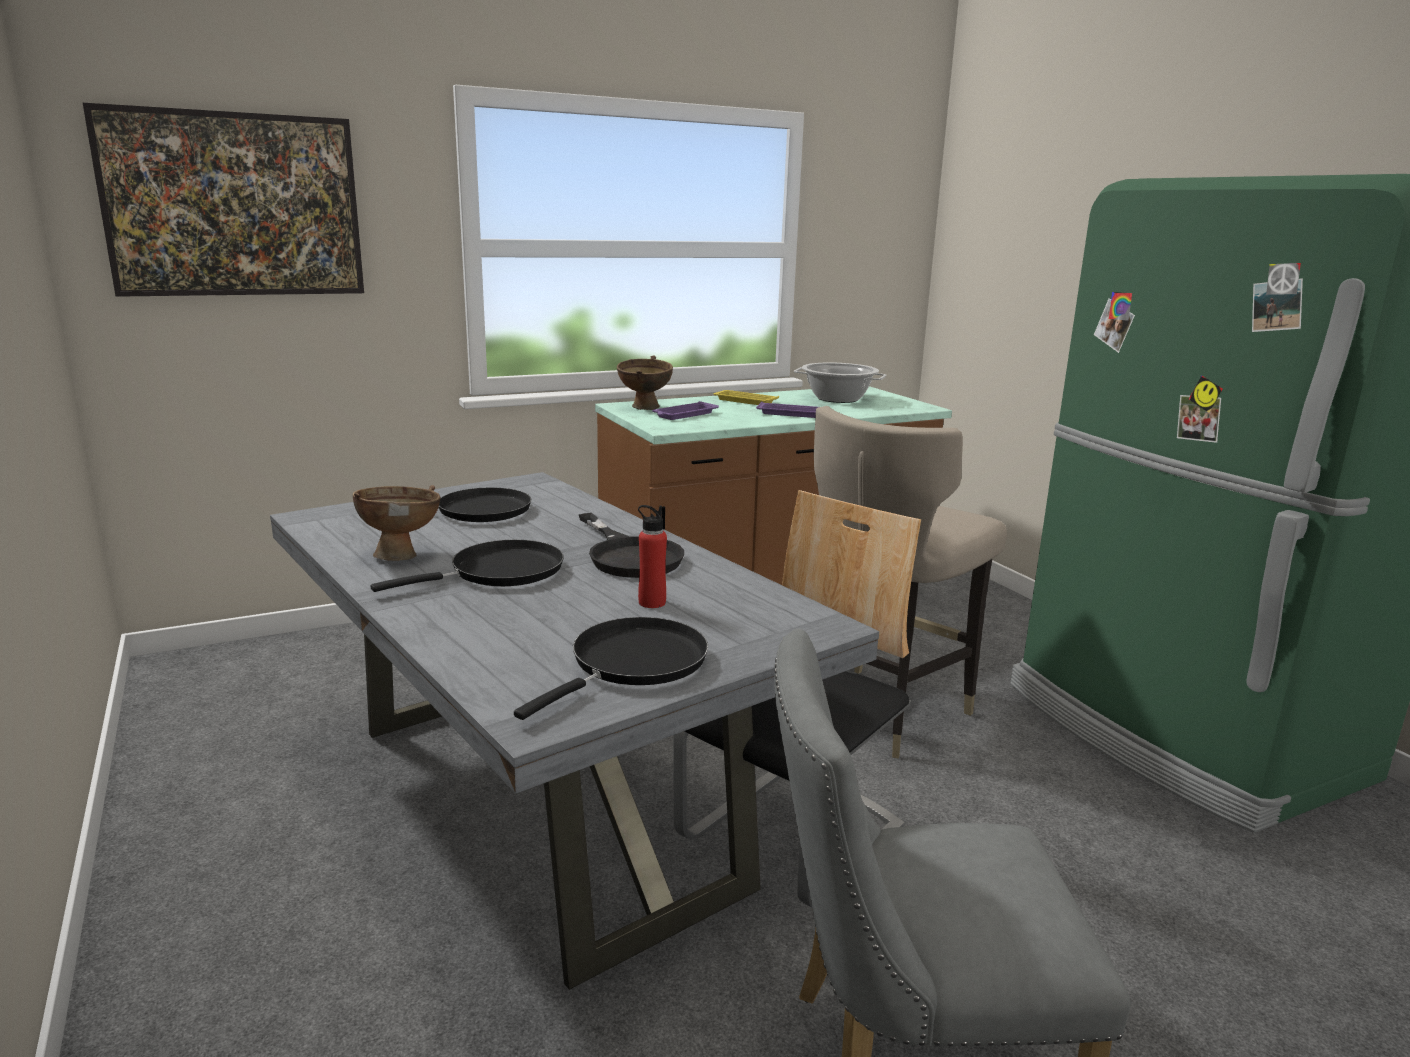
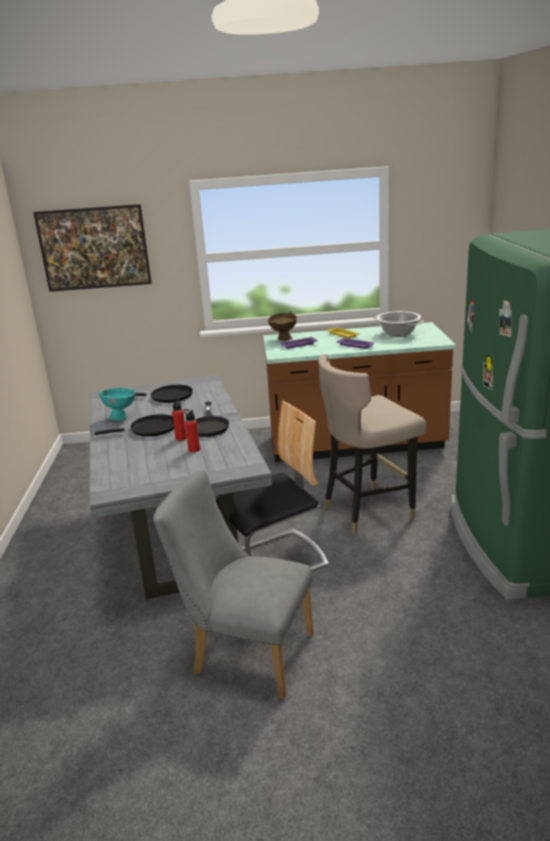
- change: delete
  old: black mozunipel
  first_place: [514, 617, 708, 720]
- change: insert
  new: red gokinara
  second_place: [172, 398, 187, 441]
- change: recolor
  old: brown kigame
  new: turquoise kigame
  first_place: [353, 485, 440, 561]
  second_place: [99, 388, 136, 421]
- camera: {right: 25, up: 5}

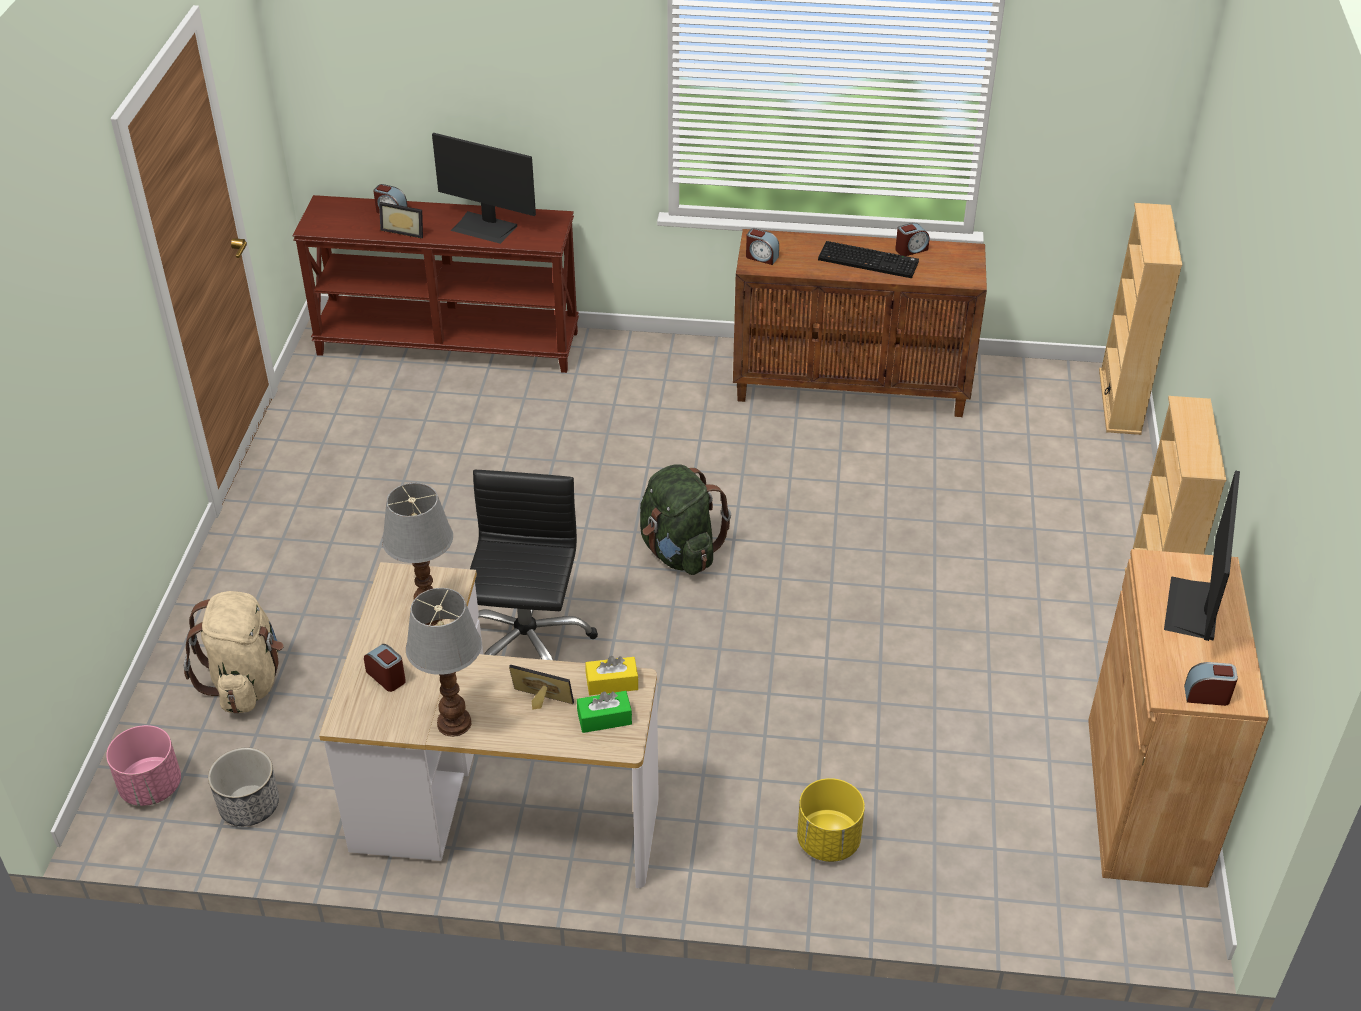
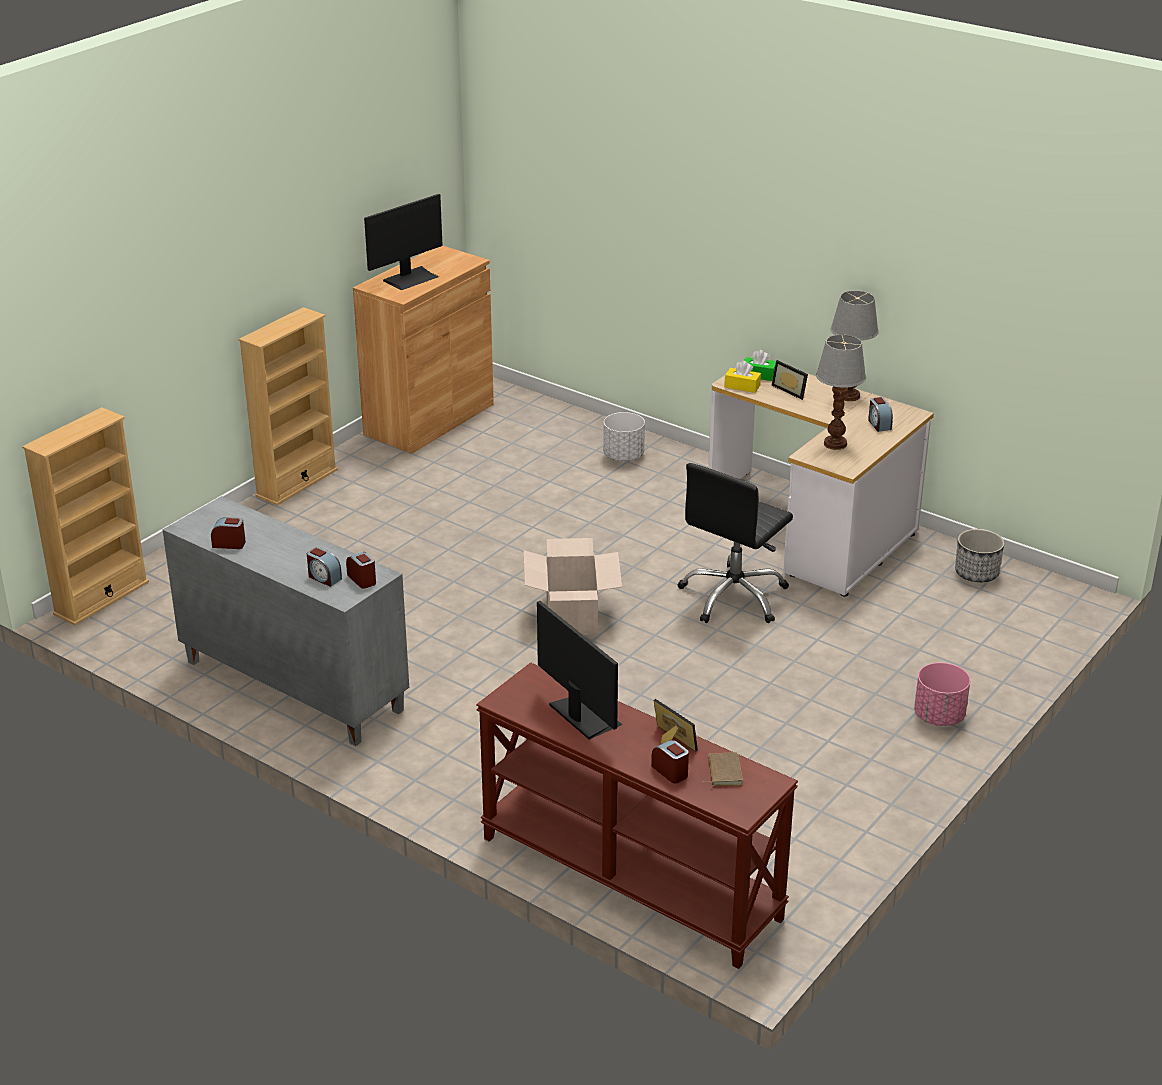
- change: delete
  old: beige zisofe
  first_place: [184, 591, 284, 714]
- change: delete
  old: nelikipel
  first_place: [818, 241, 919, 278]
- change: insert
  new: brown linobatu
  second_place: [703, 752, 743, 786]
- change: move
  old: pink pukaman
  first_place: [106, 725, 181, 806]
  second_place: [914, 663, 970, 726]
- change: move
  old: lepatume
  first_place: [1184, 662, 1238, 706]
  second_place: [307, 547, 342, 587]
- change: replace
  old: green zisofe
  new: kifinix
  first_place: [640, 464, 731, 575]
  second_place: [524, 538, 622, 634]
- change: recolor
  old: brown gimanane
  new: grey gimanane
  first_place: [733, 229, 987, 417]
  second_place: [163, 496, 409, 746]
- change: recolor
  old: yellow pukaman
  new: white pukaman
  first_place: [797, 778, 865, 862]
  second_place: [603, 412, 645, 461]
- camera: {right: -150, up: -10}

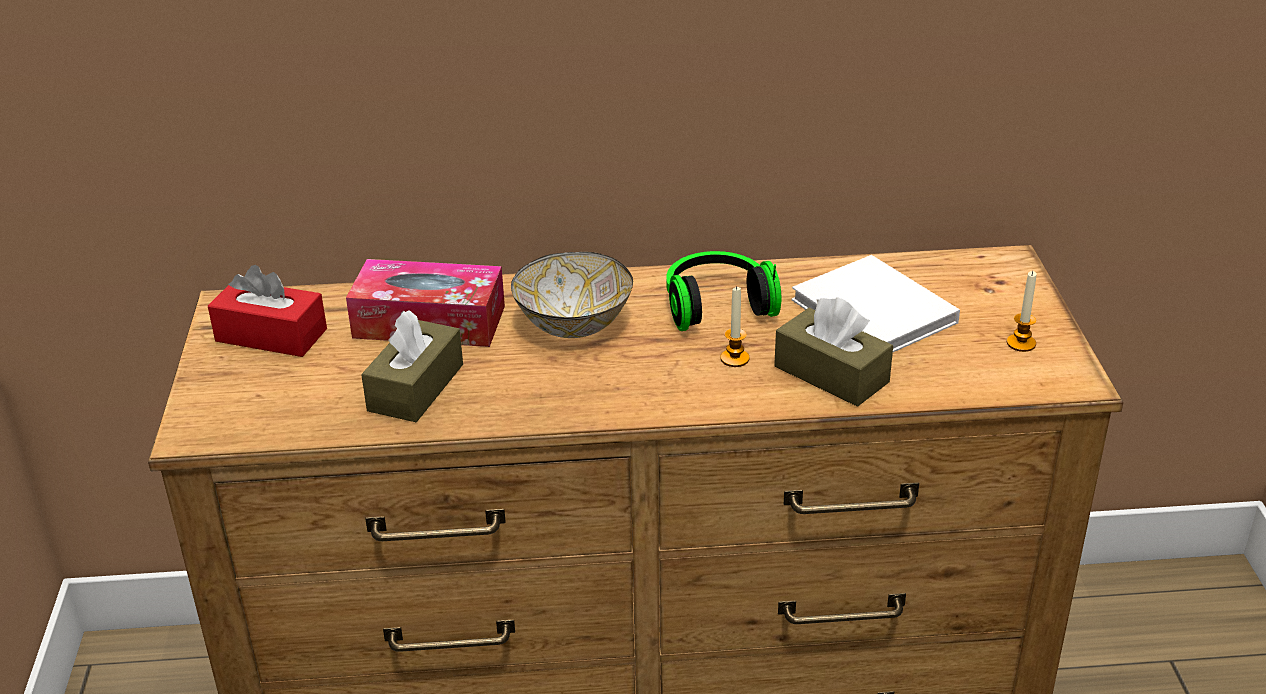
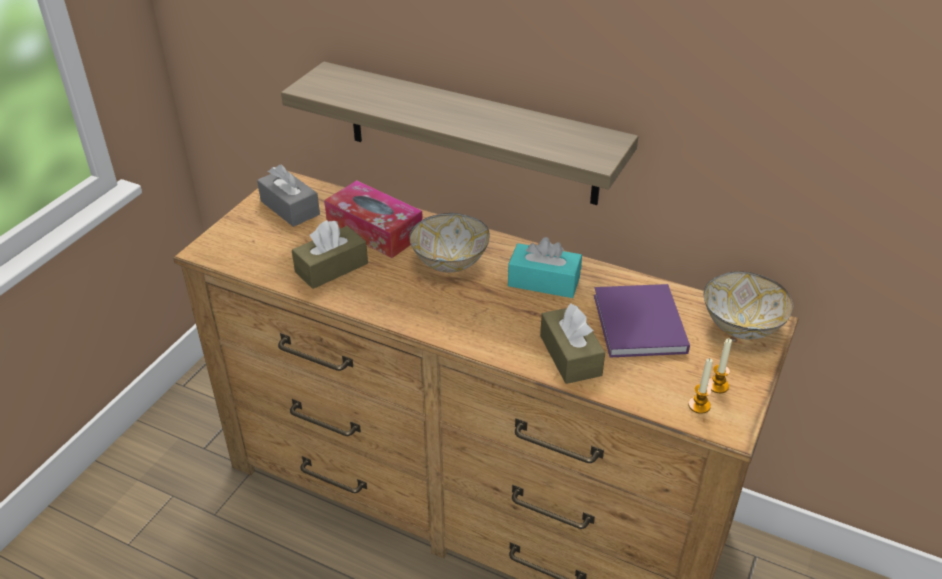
- change: insert
  new: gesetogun
  second_place: [281, 62, 638, 205]
- change: insert
  new: kigame
  second_place: [703, 271, 793, 339]
- change: move
  old: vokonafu
  first_place: [721, 286, 750, 367]
  second_place: [688, 359, 713, 414]
- change: replace
  old: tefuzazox
  new: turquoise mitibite
  first_place: [666, 251, 781, 331]
  second_place: [508, 237, 582, 298]
- change: recolor
  old: red mitibite
  new: grey mitibite
  first_place: [208, 265, 327, 357]
  second_place: [257, 164, 320, 227]
- change: recolor
  old: white linobatu
  new: purple linobatu
  first_place: [791, 255, 960, 352]
  second_place: [594, 284, 690, 358]
- camera: {right: 30, up: 5}

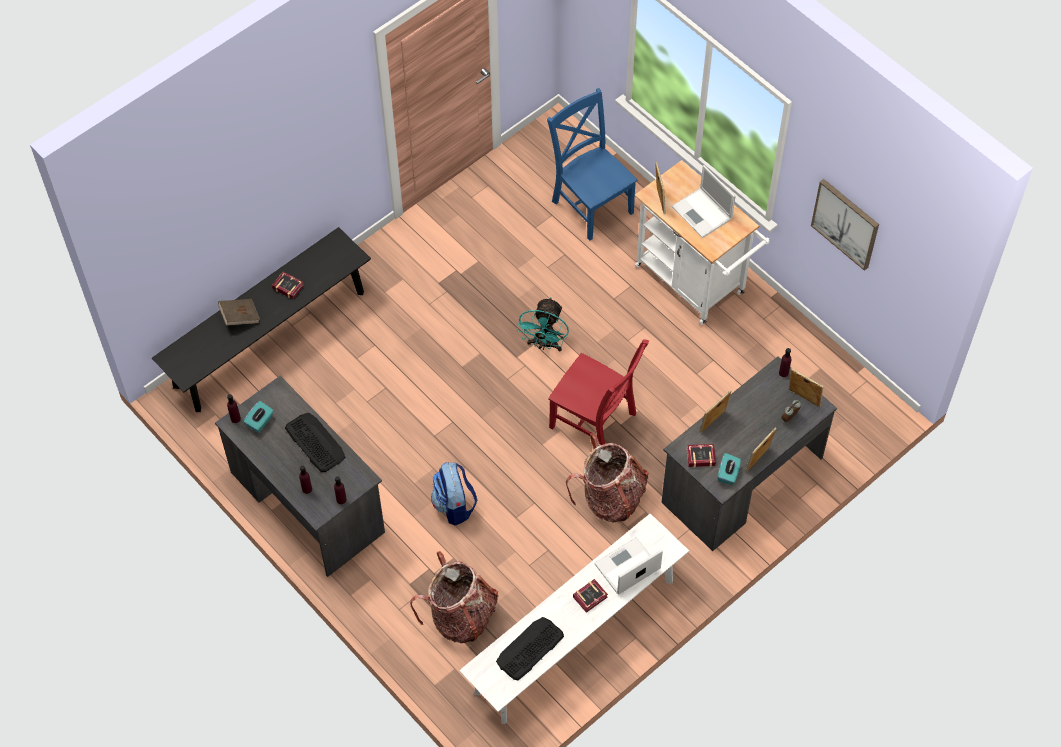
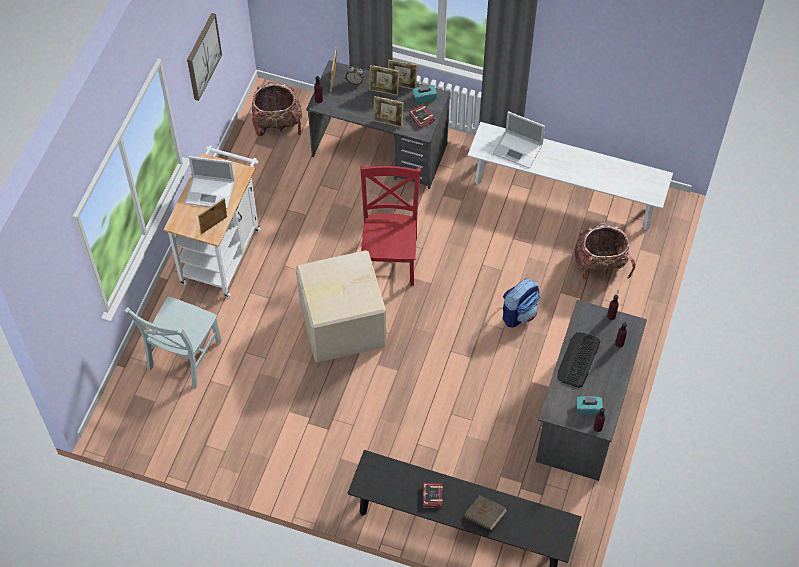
- change: delete
  old: nelikipel
  first_place: [496, 617, 564, 681]
- change: delete
  old: linobatu
  first_place: [573, 579, 608, 613]
- change: insert
  new: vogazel
  second_place: [369, 65, 399, 96]
- change: move
  old: zisofe
  first_place: [566, 433, 649, 522]
  second_place: [252, 80, 302, 136]
- change: replace
  old: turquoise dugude
  new: kifinix
  first_place: [517, 297, 569, 351]
  second_place: [296, 250, 386, 362]
- change: recolor
  old: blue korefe
  new: grey korefe
  first_place: [547, 88, 637, 241]
  second_place: [124, 296, 222, 388]
- change: rotate
  old: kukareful
  first_place: [672, 165, 736, 238]
  second_place: [185, 156, 235, 209]
  degrees: 75
- camera: {right: -120, up: 0}

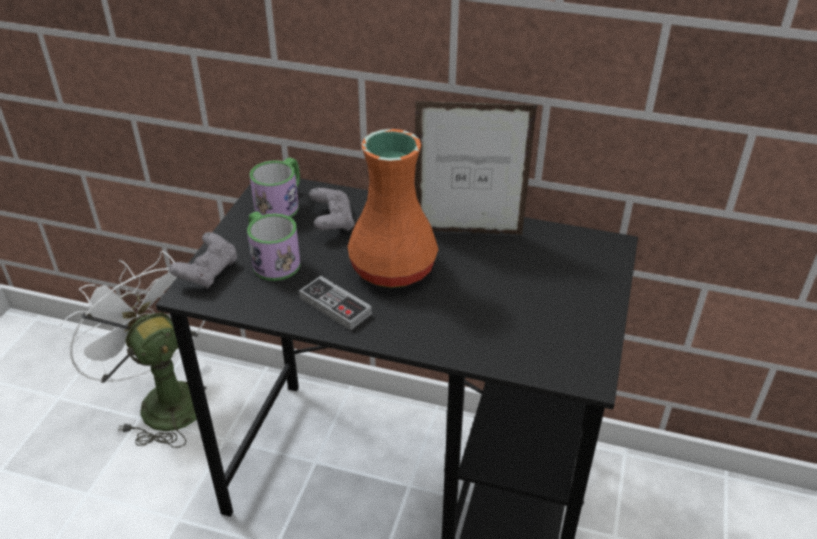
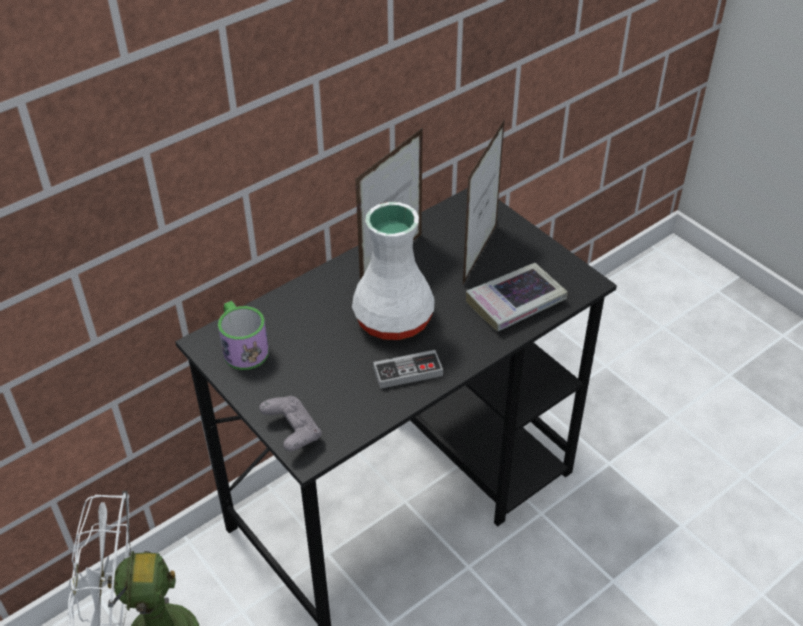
- change: delete
  old: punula
  first_place: [247, 211, 301, 281]
- change: delete
  old: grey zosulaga
  first_place: [309, 188, 355, 232]
- change: insert
  new: vogazel
  second_place: [463, 119, 505, 284]
- change: insert
  new: linobatu
  second_place: [466, 263, 567, 332]
- change: recolor
  old: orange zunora
  new: white zunora
  first_place: [348, 129, 439, 288]
  second_place: [352, 202, 435, 340]
- camera: {right: -55, up: 5}

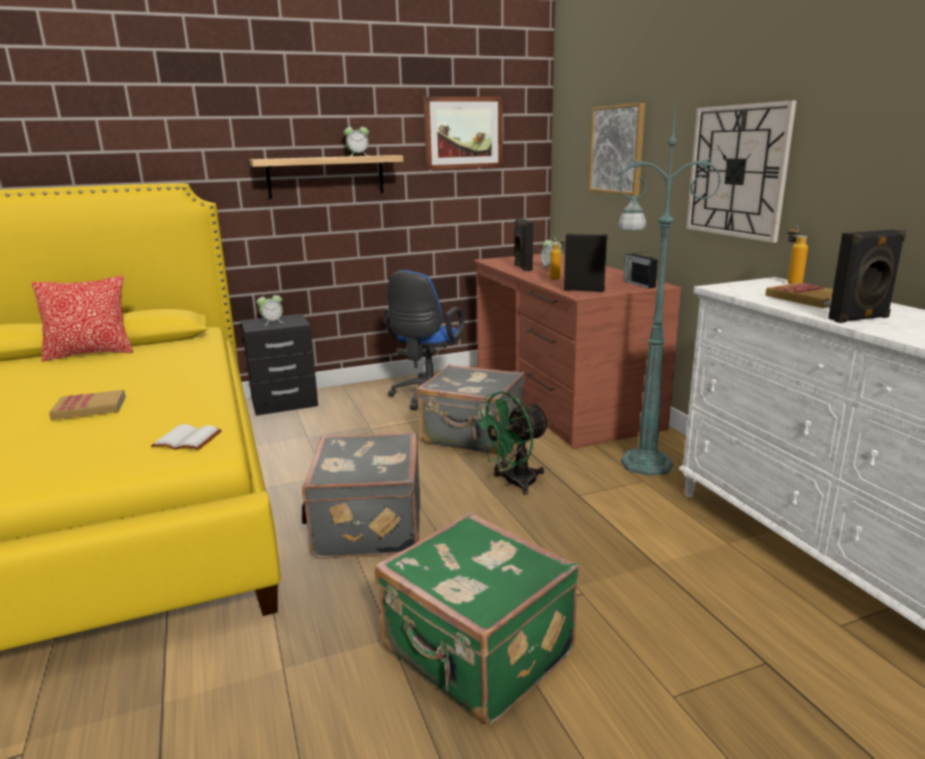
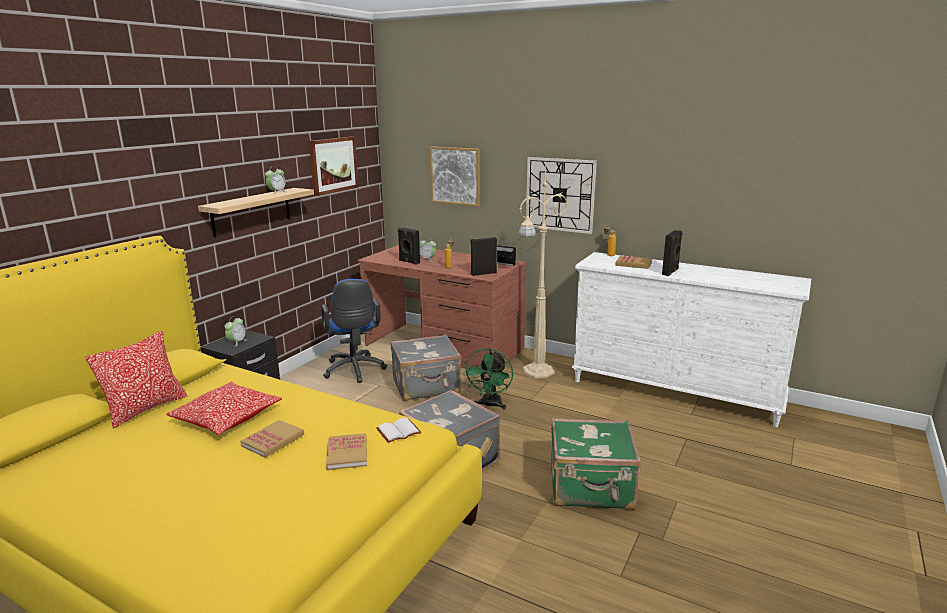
- change: insert
  new: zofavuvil
  second_place: [166, 382, 282, 435]
- change: insert
  new: linobatu
  second_place: [326, 433, 367, 470]
- change: recolor
  old: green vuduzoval
  new: beige vuduzoval
  first_place: [618, 100, 722, 475]
  second_place: [519, 162, 568, 379]
- camera: {right: -40, up: 0}

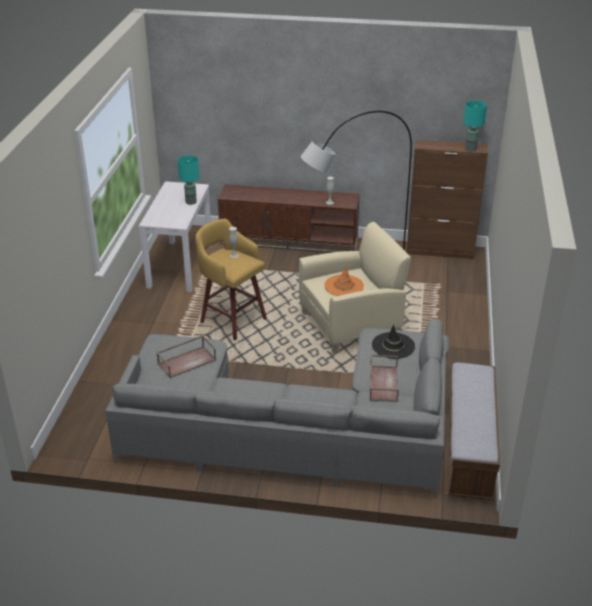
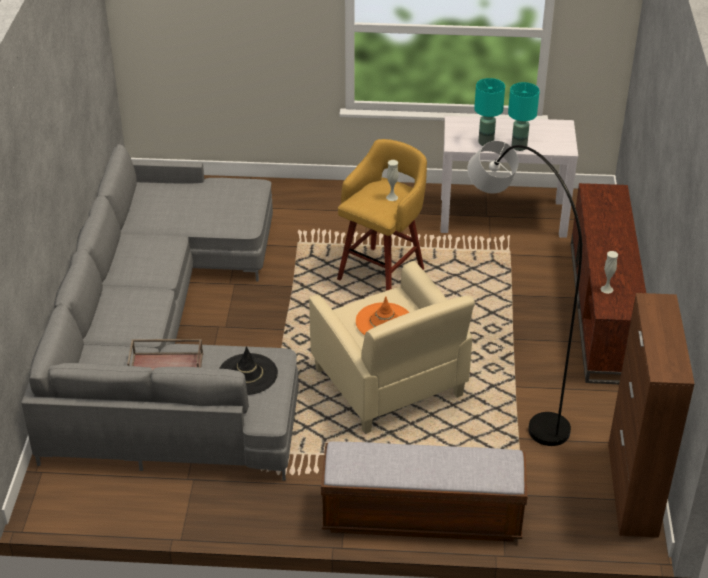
- change: delete
  old: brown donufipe
  first_place: [156, 335, 216, 378]
- change: move
  old: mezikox
  first_place: [448, 362, 500, 500]
  second_place: [321, 441, 528, 542]
- change: move
  old: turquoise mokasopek
  first_place: [464, 100, 487, 152]
  second_place: [474, 78, 505, 146]
- camera: {right: 85, up: 5}

